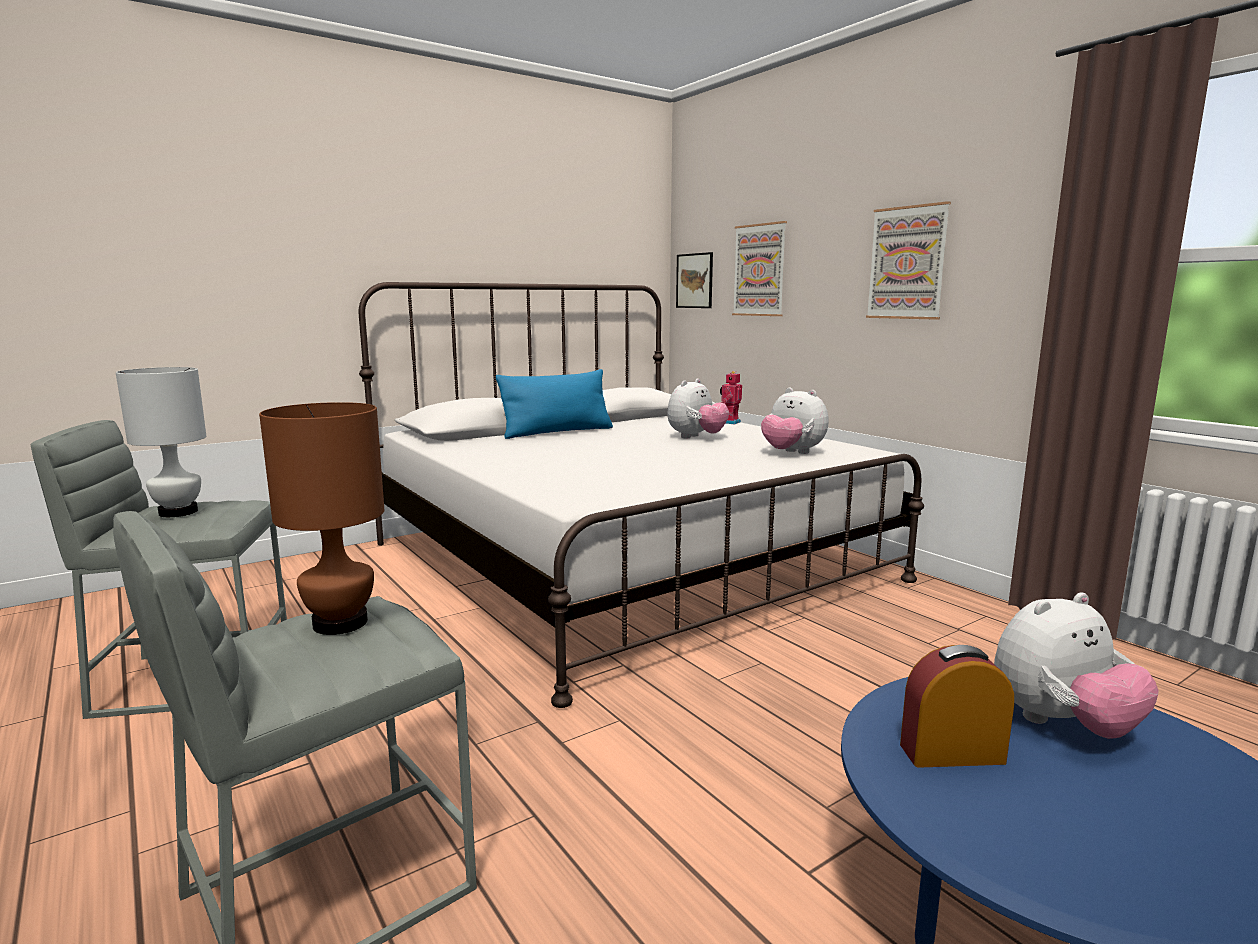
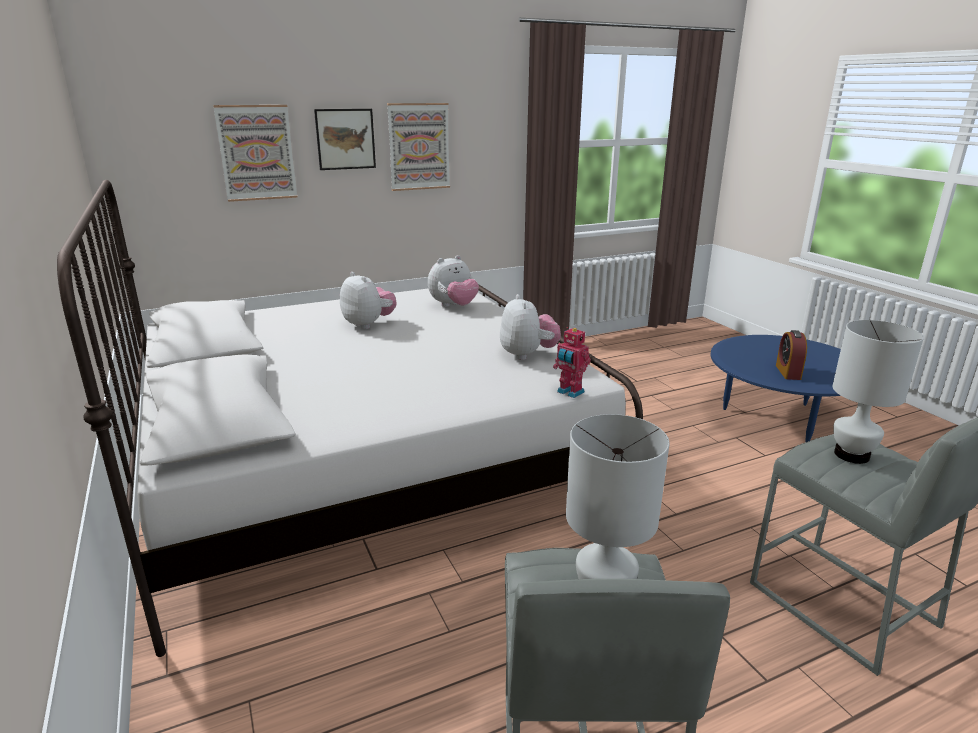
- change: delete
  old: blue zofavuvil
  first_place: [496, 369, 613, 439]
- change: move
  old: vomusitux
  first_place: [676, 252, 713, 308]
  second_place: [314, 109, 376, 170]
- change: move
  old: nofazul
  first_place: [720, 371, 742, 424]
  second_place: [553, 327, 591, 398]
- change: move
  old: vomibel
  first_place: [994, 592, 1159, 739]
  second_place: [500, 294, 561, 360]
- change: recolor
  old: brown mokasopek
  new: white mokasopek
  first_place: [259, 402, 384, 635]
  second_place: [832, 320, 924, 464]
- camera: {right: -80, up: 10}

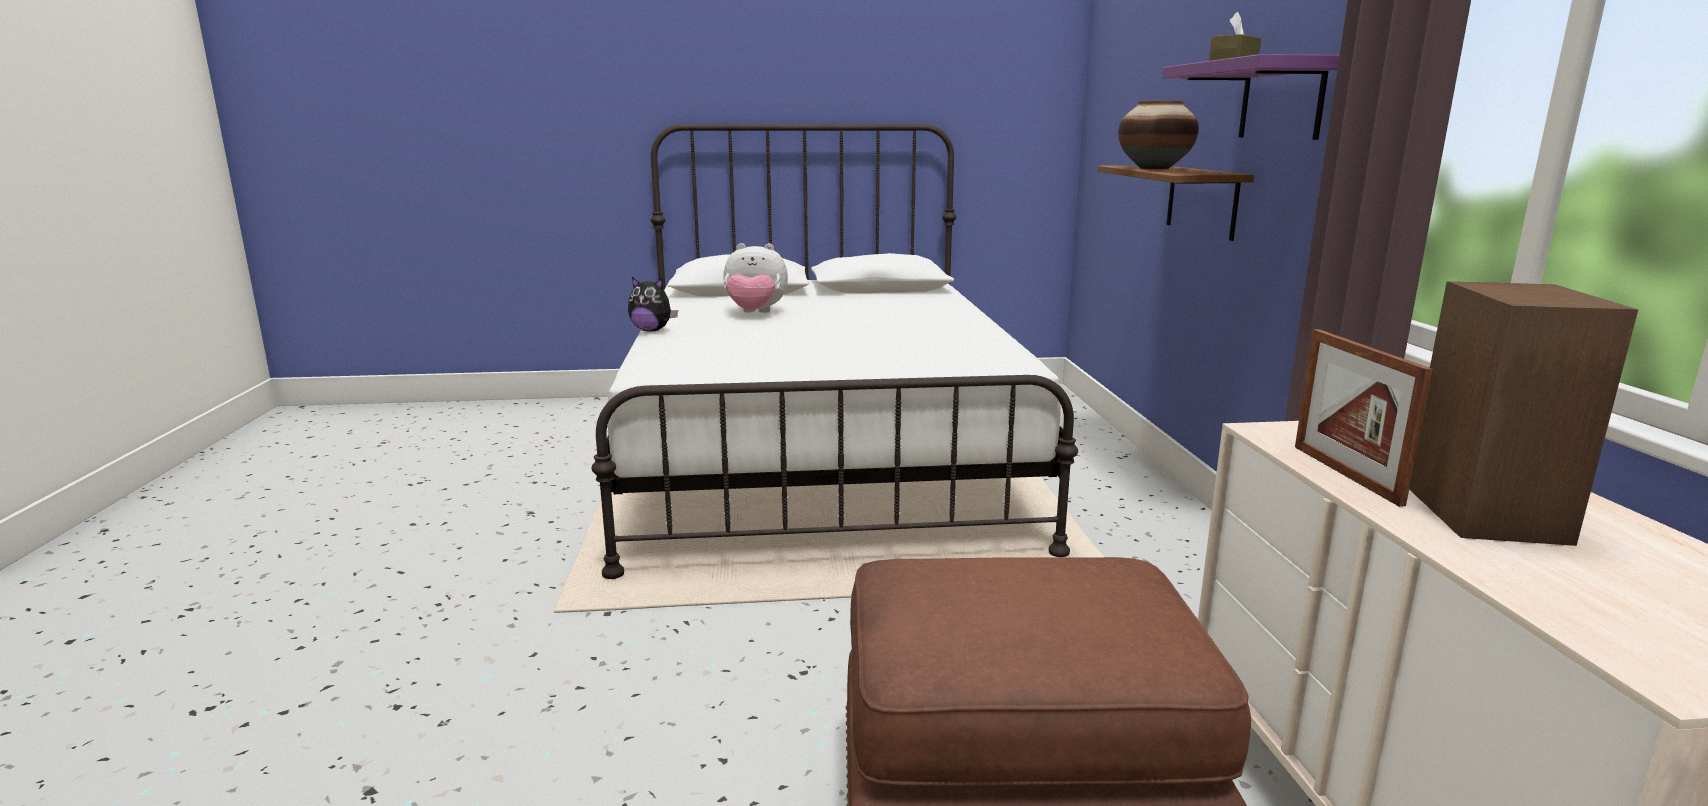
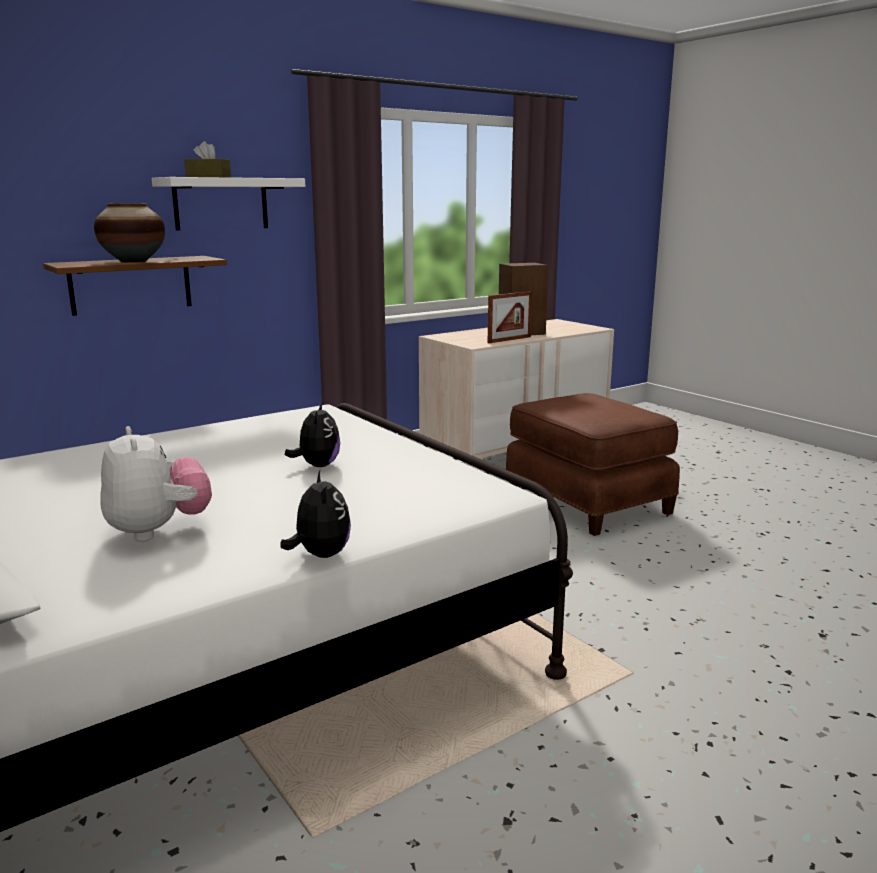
- change: insert
  new: vomibel
  second_place: [285, 403, 340, 467]
- change: recolor
  old: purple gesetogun
  new: white gesetogun
  first_place: [1162, 54, 1339, 140]
  second_place: [152, 177, 305, 231]
- camera: {right: -120, up: 0}

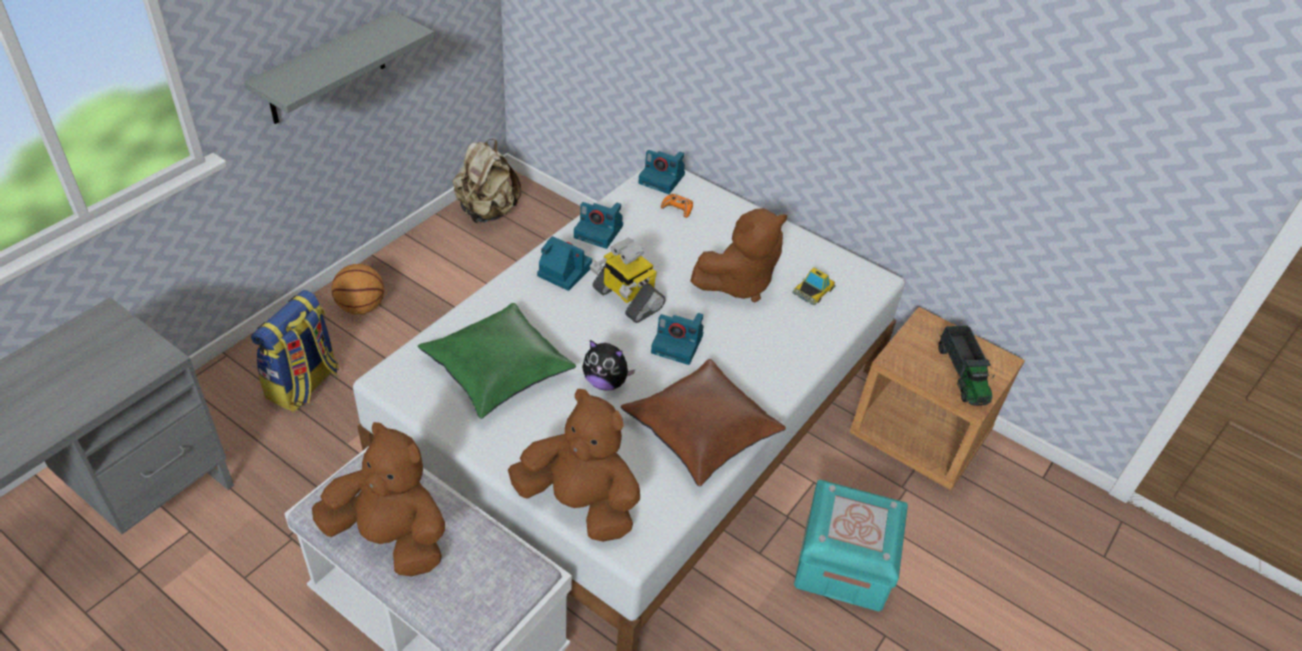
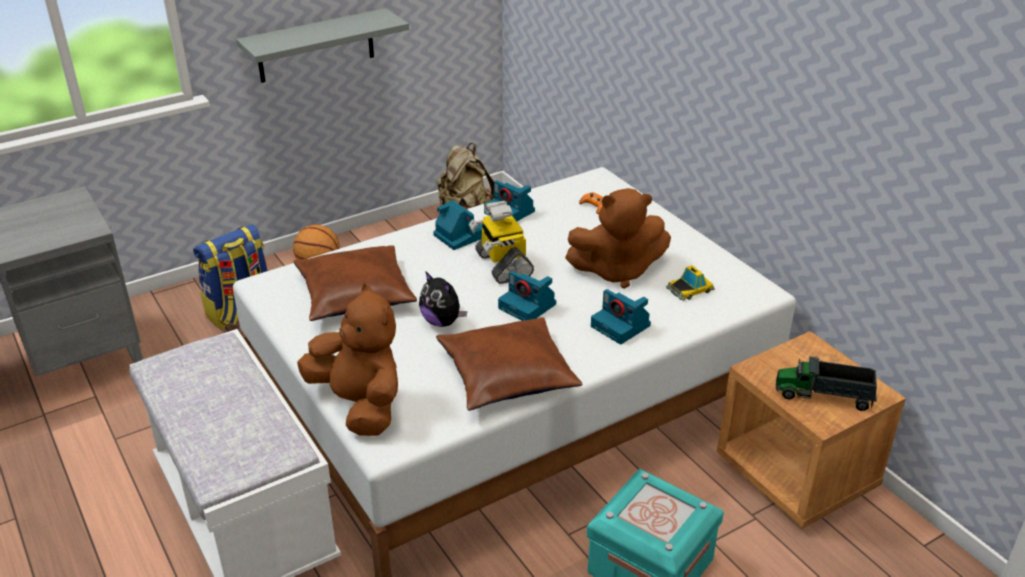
- change: delete
  old: brown vomibel
  first_place: [312, 422, 445, 576]
- change: move
  old: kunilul
  first_place: [638, 150, 685, 194]
  second_place: [591, 289, 651, 344]
- change: recolor
  old: green zofavuvil
  new: brown zofavuvil
  first_place: [418, 303, 576, 419]
  second_place: [294, 245, 417, 321]
- change: rotate
  old: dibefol
  first_place: [939, 325, 995, 406]
  second_place: [776, 356, 877, 411]
  degrees: 90
- camera: {right: 25, up: -10}

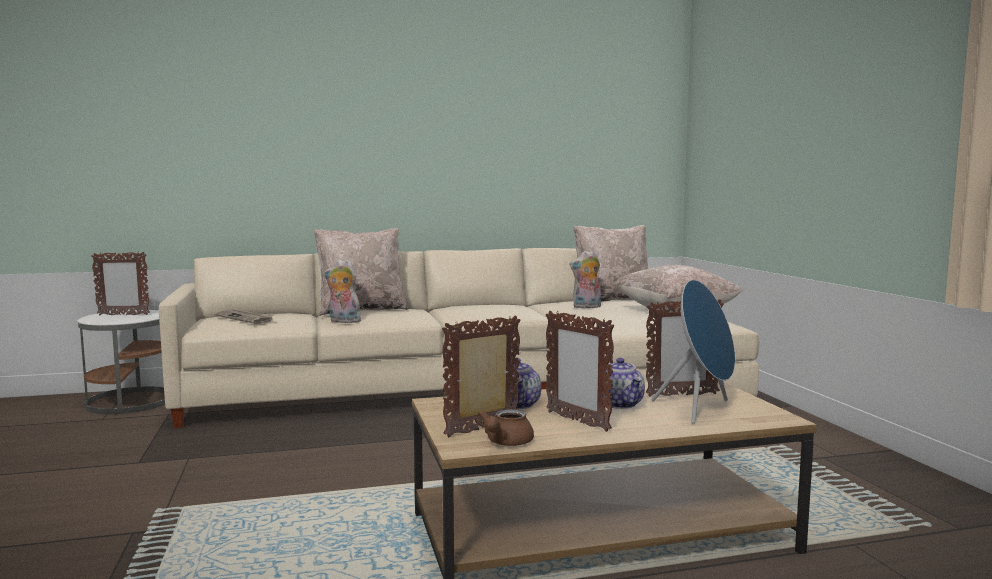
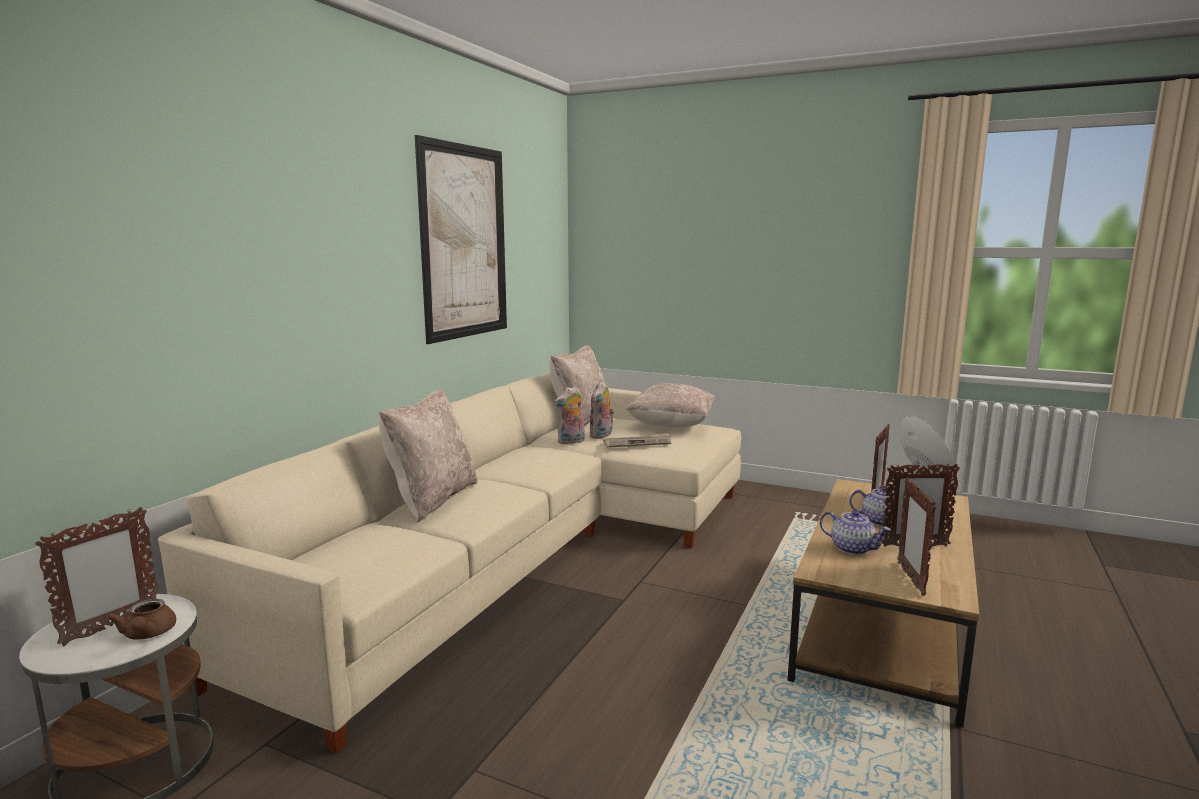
- change: insert
  new: vomusitux
  second_place: [415, 135, 507, 344]
- change: move
  old: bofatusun
  first_place: [214, 309, 275, 324]
  second_place: [603, 433, 671, 448]
- change: move
  old: vomibel
  first_place: [324, 259, 361, 323]
  second_place: [554, 386, 585, 444]
- change: move
  old: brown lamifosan
  first_place: [478, 409, 534, 446]
  second_place: [107, 599, 176, 640]
- camera: {right: -50, up: 5}

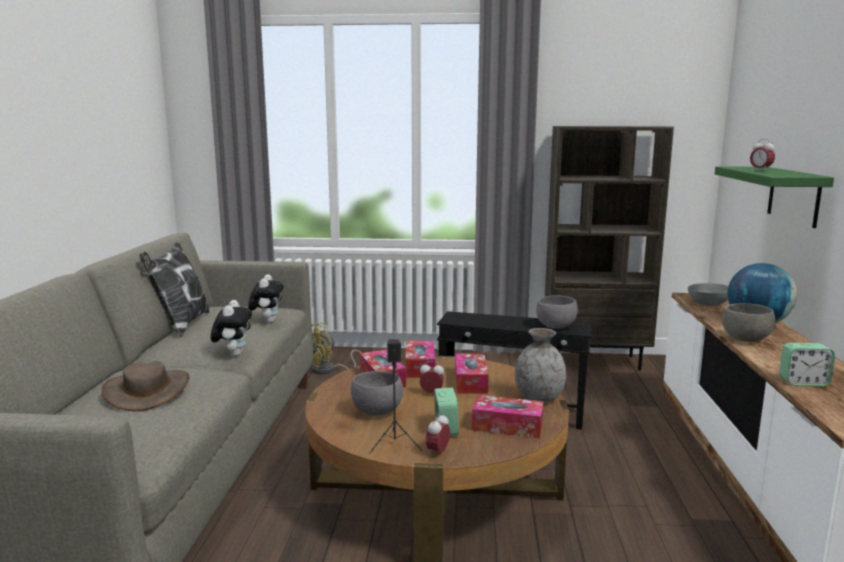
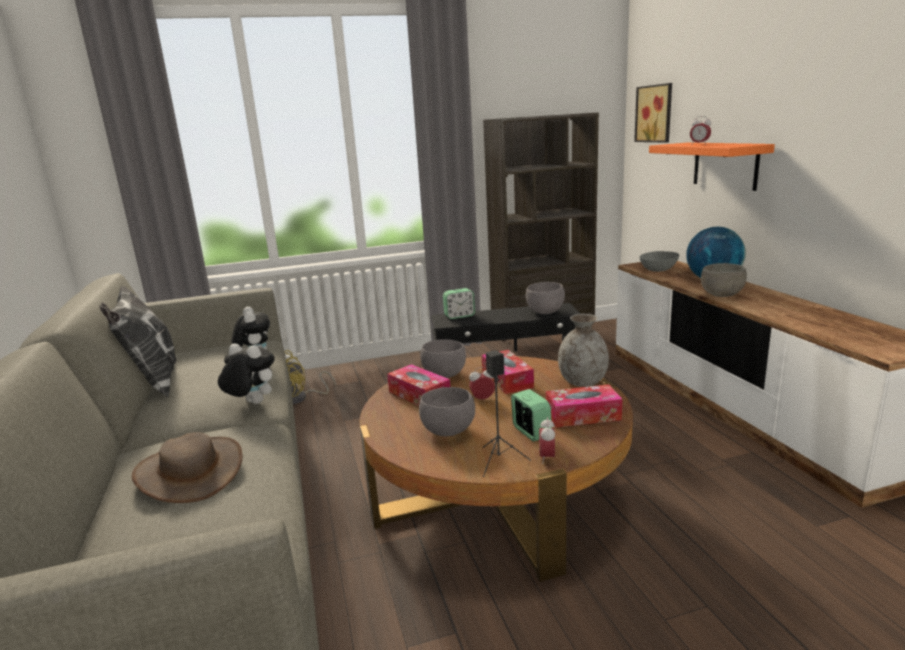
- change: insert
  new: vomusitux
  second_place: [634, 83, 672, 143]
- change: move
  old: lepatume
  first_place: [779, 343, 835, 386]
  second_place: [443, 288, 475, 319]
- change: replace
  old: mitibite
  new: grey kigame
  first_place: [406, 341, 435, 378]
  second_place: [420, 339, 466, 378]
- change: recolor
  old: green gesetogun
  new: orange gesetogun
  first_place: [715, 166, 834, 228]
  second_place: [649, 142, 775, 191]
- change: rotate
  old: vomibel
  first_place: [211, 300, 252, 356]
  second_place: [218, 344, 275, 404]
  degrees: -45
- camera: {right: -20, up: 5}

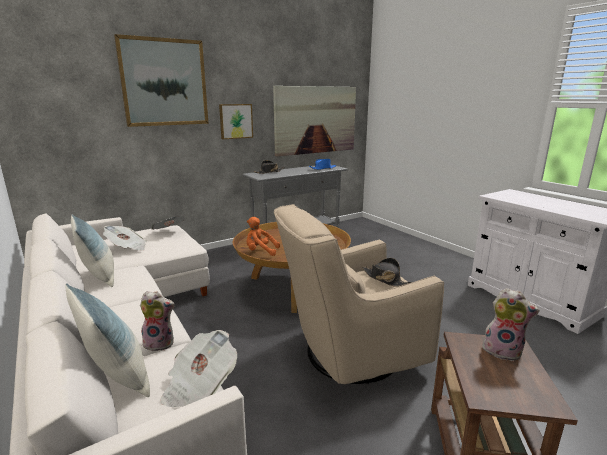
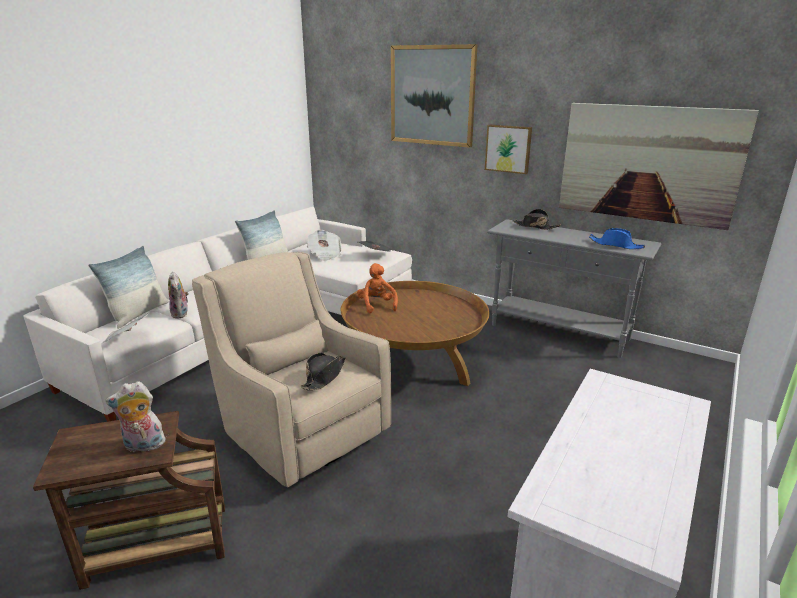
- change: rotate
  old: vomibel
  first_place: [481, 288, 540, 362]
  second_place: [106, 381, 167, 452]
  degrees: 75
- camera: {right: 65, up: 5}

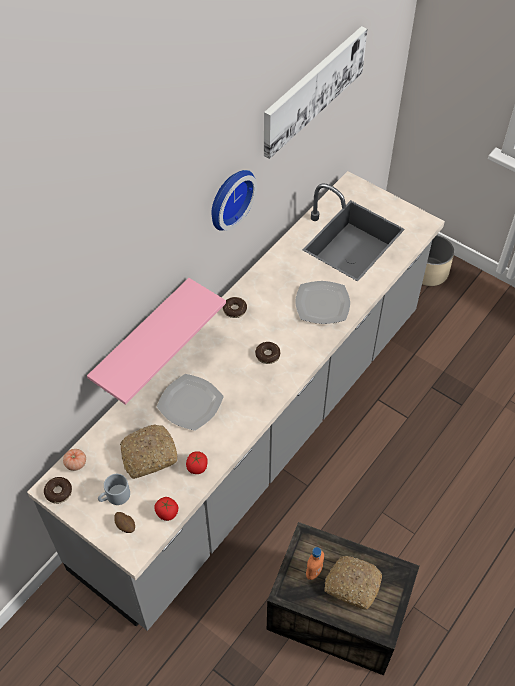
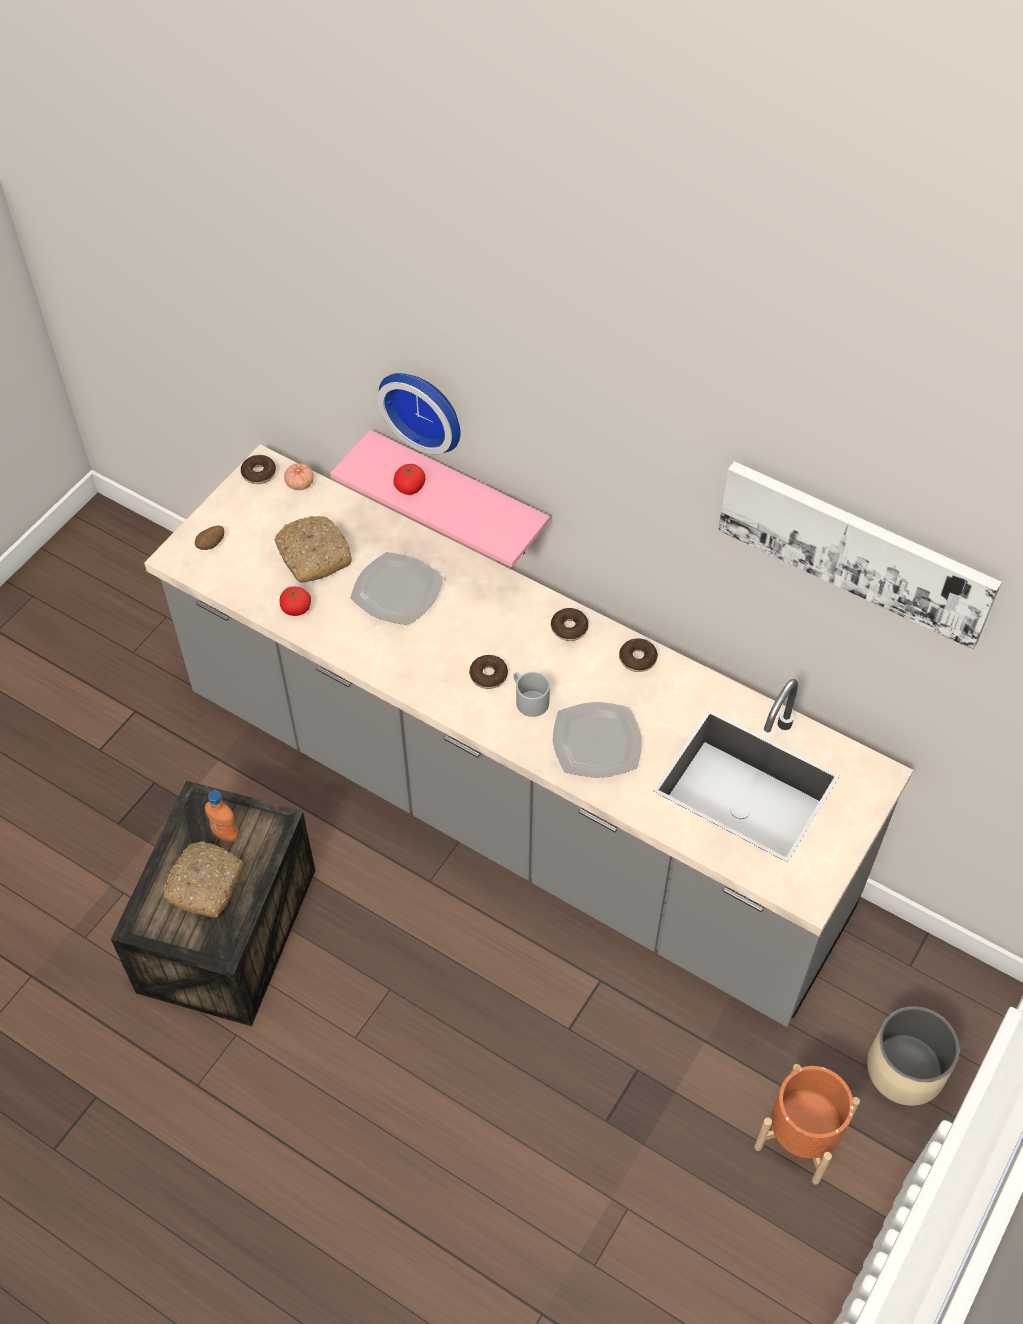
- change: insert
  new: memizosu
  second_place: [619, 638, 658, 672]
- change: insert
  new: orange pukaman
  second_place: [754, 1064, 860, 1185]
- change: move
  old: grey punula
  first_place: [98, 474, 130, 505]
  second_place: [514, 672, 550, 717]
- change: move
  old: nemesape
  first_place: [154, 497, 178, 521]
  second_place: [393, 464, 426, 495]
- change: move
  old: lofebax
  first_place: [211, 170, 257, 231]
  second_place: [378, 373, 461, 454]
- camera: {right: 85, up: 0}

